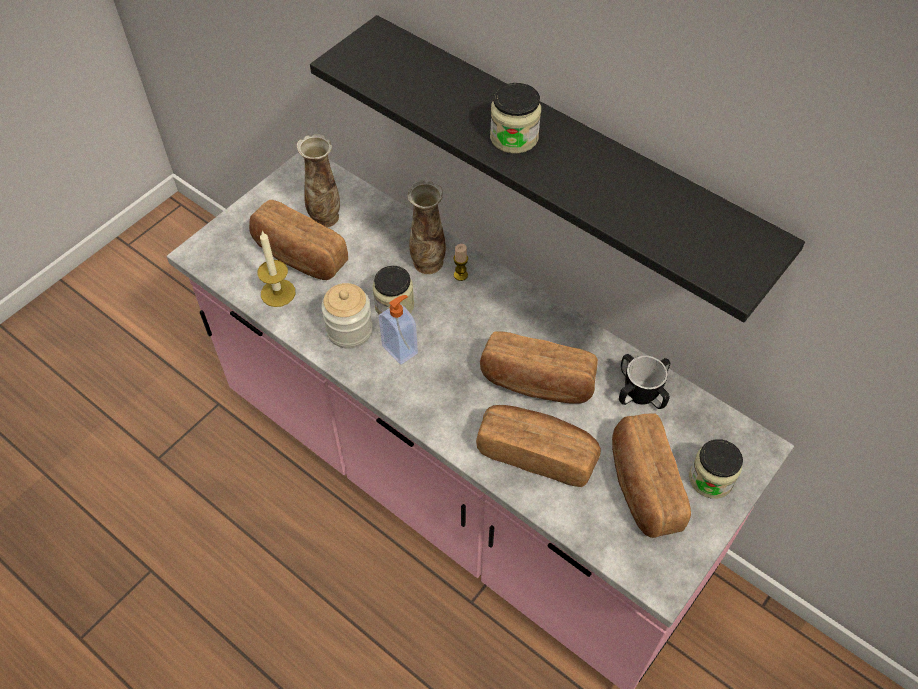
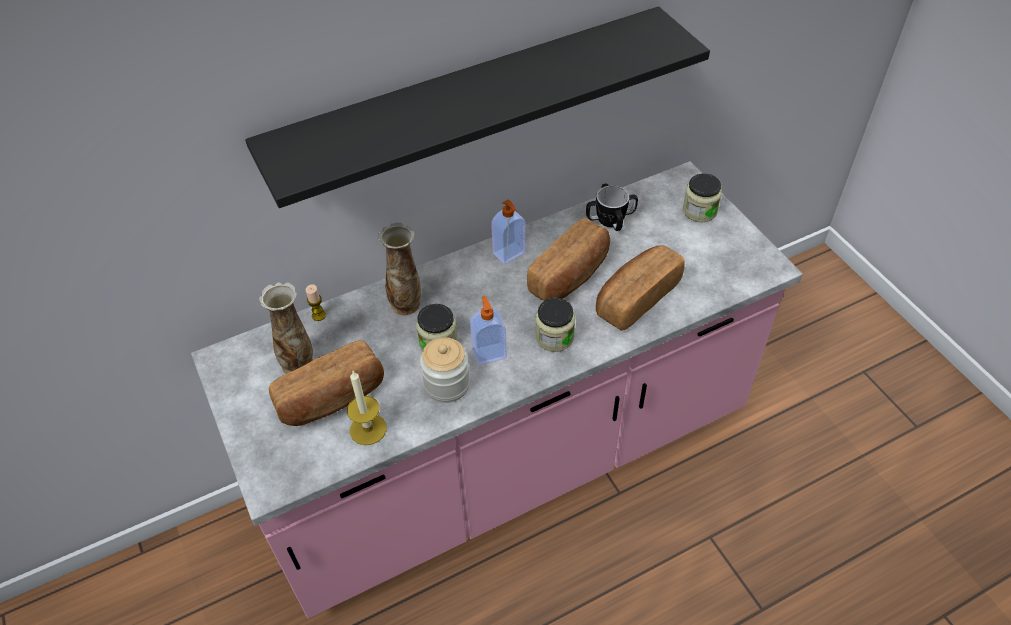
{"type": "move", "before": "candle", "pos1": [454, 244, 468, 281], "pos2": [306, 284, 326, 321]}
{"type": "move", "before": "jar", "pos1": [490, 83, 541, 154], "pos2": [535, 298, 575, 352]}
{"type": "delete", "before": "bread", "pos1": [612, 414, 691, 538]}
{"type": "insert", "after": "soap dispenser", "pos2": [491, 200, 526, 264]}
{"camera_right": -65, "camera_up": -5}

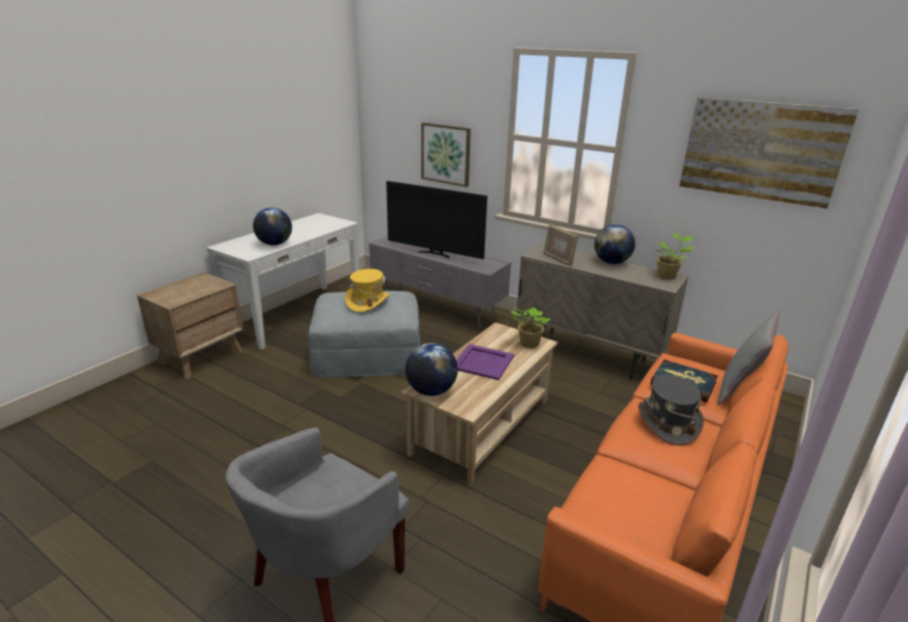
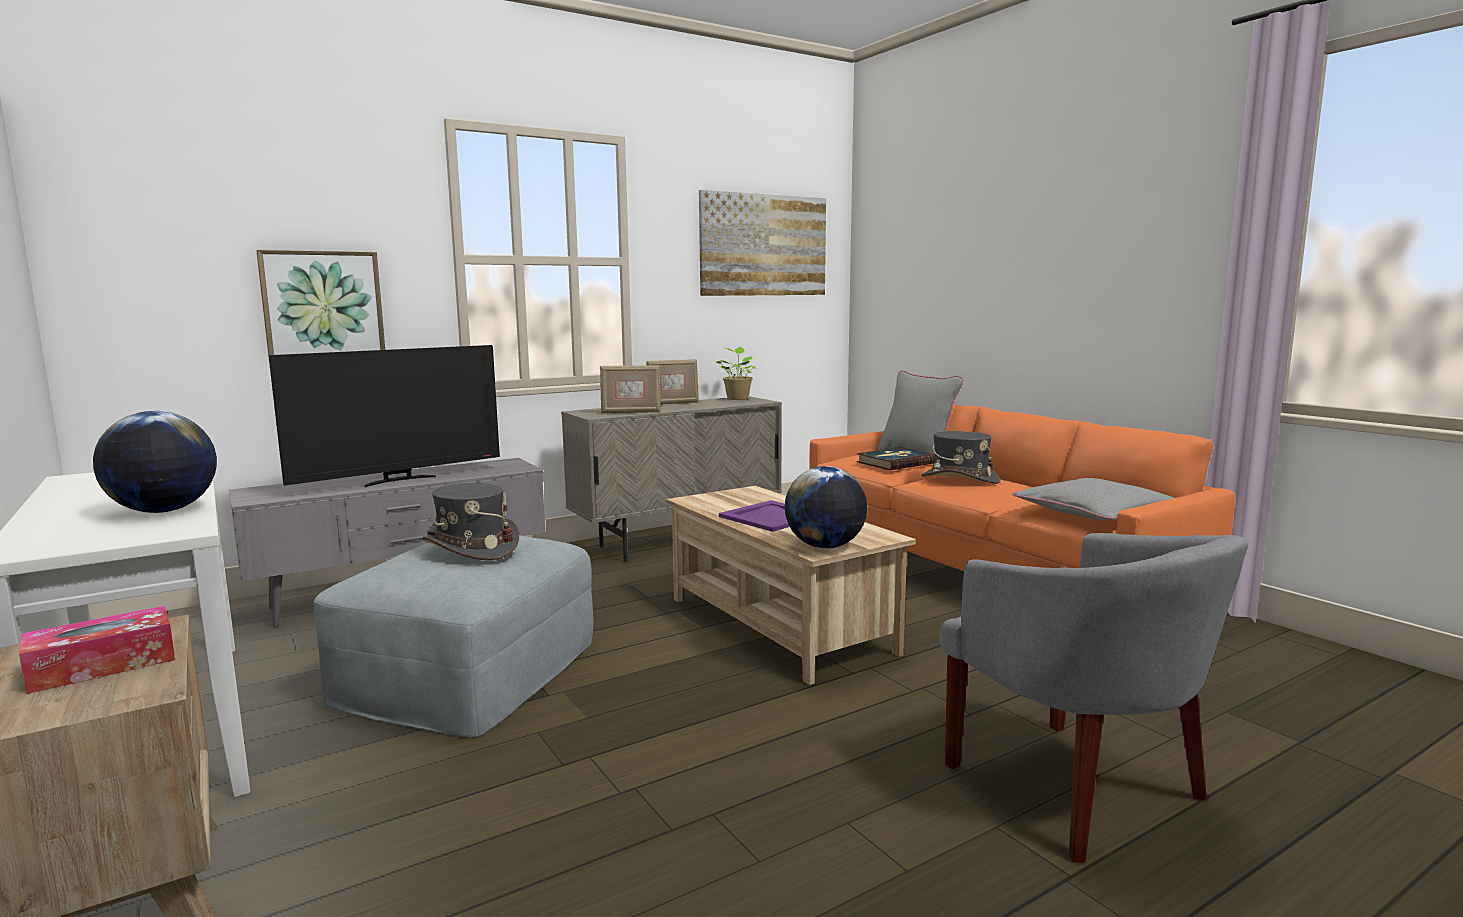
{"type": "recolor", "before": "yellow hat", "after": "grey hat", "pos1": [345, 269, 390, 312], "pos2": [422, 483, 519, 560]}
{"type": "delete", "before": "potted plant", "pos1": [510, 307, 550, 348]}
{"type": "replace", "before": "globe", "after": "picture frame", "pos1": [594, 224, 635, 264], "pos2": [646, 359, 699, 405]}
{"type": "insert", "after": "tissue box", "pos2": [19, 606, 175, 694]}
{"type": "insert", "after": "grey pillow", "pos2": [1012, 478, 1174, 520]}
{"camera_right": -65, "camera_up": -15}

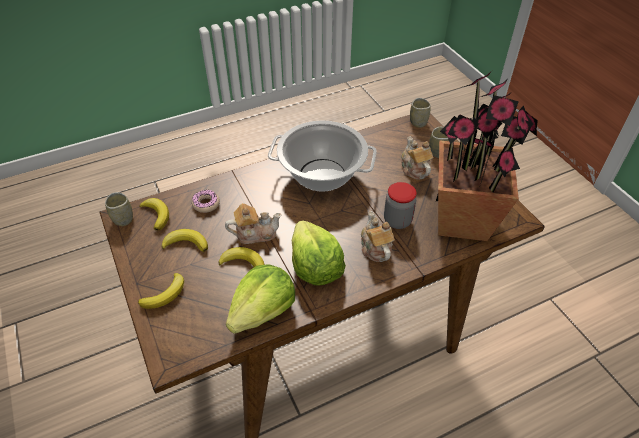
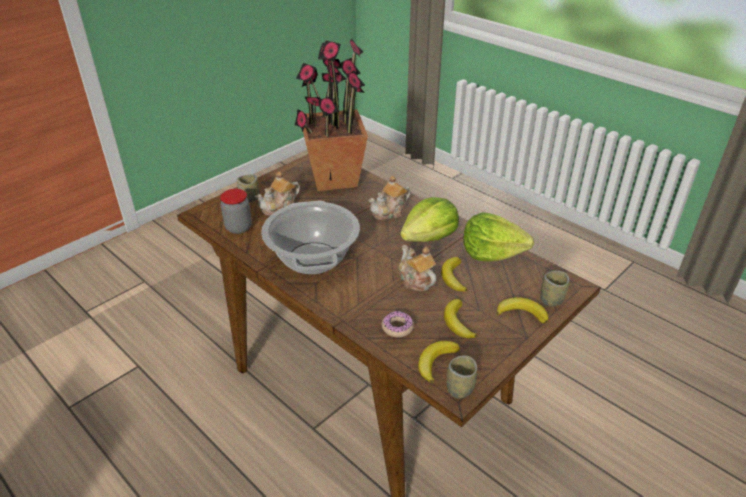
{"type": "move", "before": "jar", "pos1": [384, 182, 417, 229], "pos2": [220, 189, 252, 234]}
{"type": "move", "before": "cup", "pos1": [410, 98, 431, 128], "pos2": [540, 271, 569, 306]}
{"camera_right": -110, "camera_up": -10}

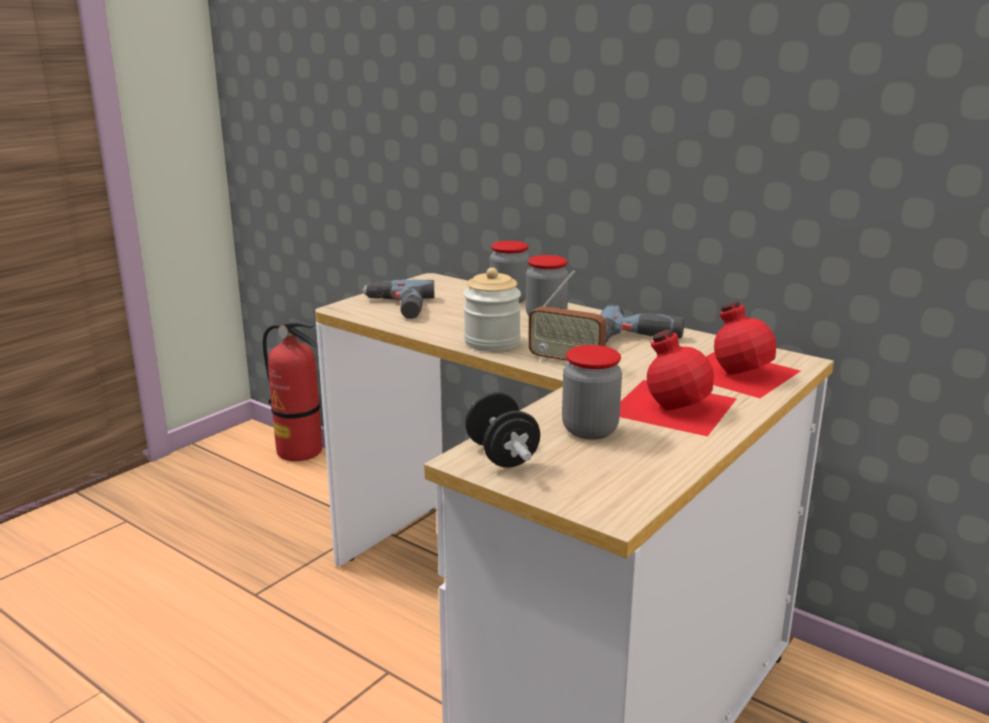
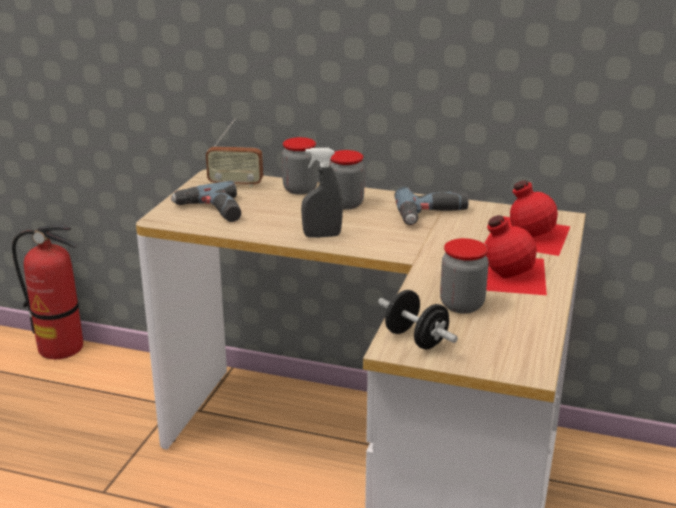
{"type": "replace", "before": "jar", "after": "grey spray bottle", "pos1": [463, 267, 521, 351], "pos2": [301, 148, 343, 238]}
{"type": "move", "before": "radio", "pos1": [528, 270, 607, 362], "pos2": [206, 119, 263, 188]}
{"camera_right": -20, "camera_up": 5}

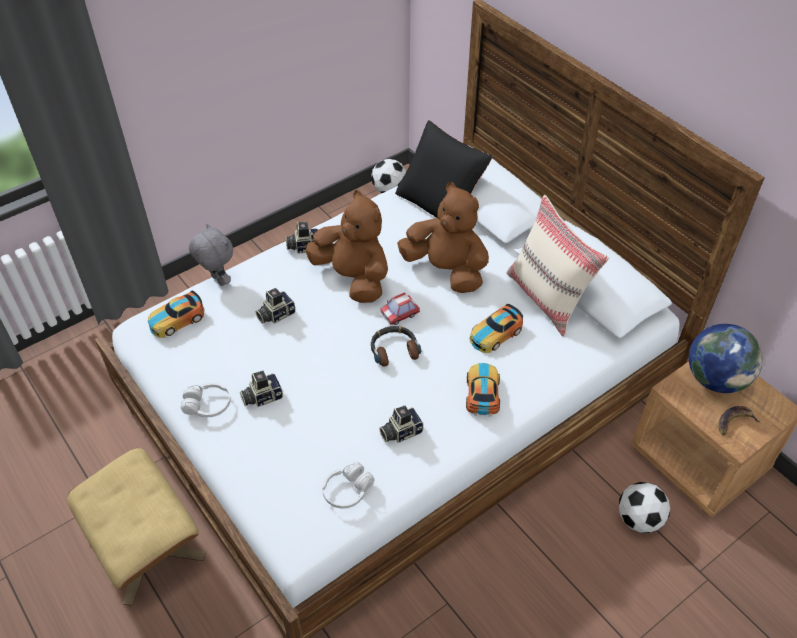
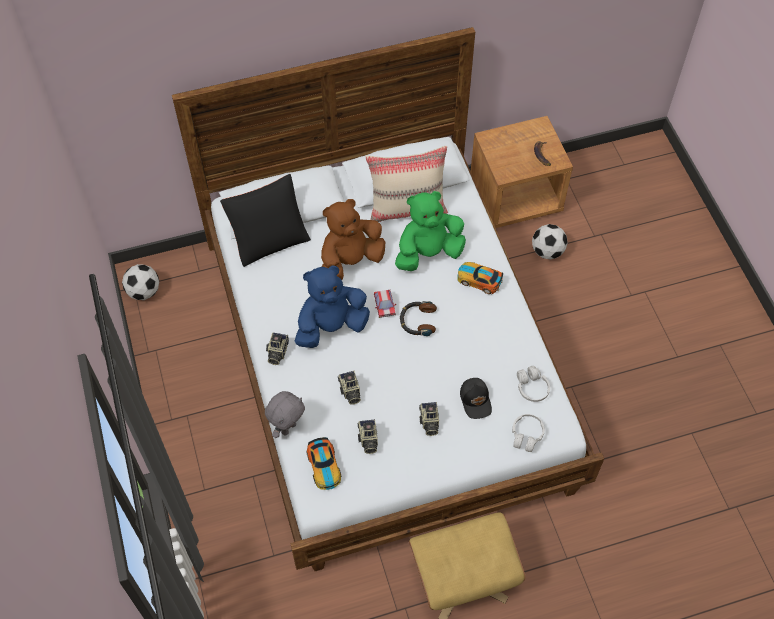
{"type": "move", "before": "white headphones", "pos1": [181, 383, 231, 417], "pos2": [512, 414, 545, 452]}
{"type": "rotate", "before": "grey plush toy", "pos1": [189, 224, 233, 286], "pos2": [265, 391, 305, 438], "turn": 150}
{"type": "recolor", "before": "brown plush toy", "after": "blue plush toy", "pos1": [305, 190, 388, 303], "pos2": [295, 265, 370, 348]}
{"type": "move", "before": "photo camera", "pos1": [379, 406, 424, 443], "pos2": [358, 419, 378, 454]}
{"type": "replace", "before": "toy car", "after": "green plush toy", "pos1": [469, 304, 523, 353], "pos2": [395, 191, 466, 271]}
{"type": "delete", "before": "globe", "pos1": [689, 324, 763, 393]}
{"type": "insert", "after": "black cap", "pos2": [460, 378, 492, 419]}
{"camera_right": -70, "camera_up": 10}

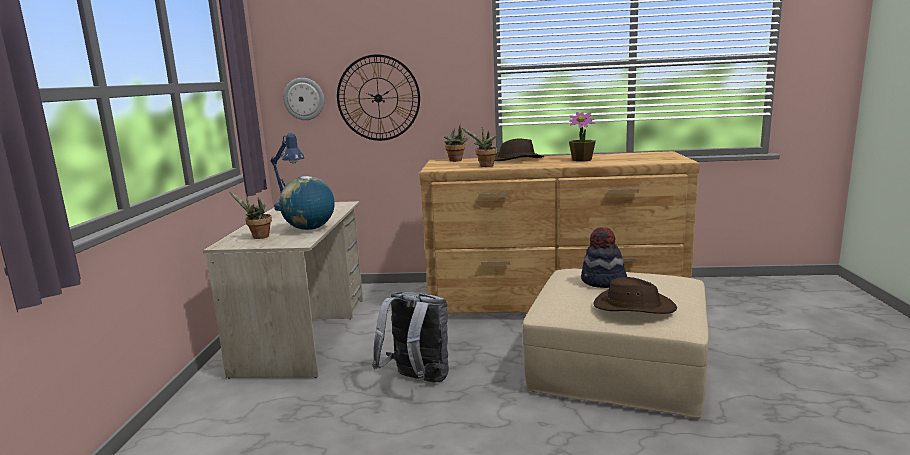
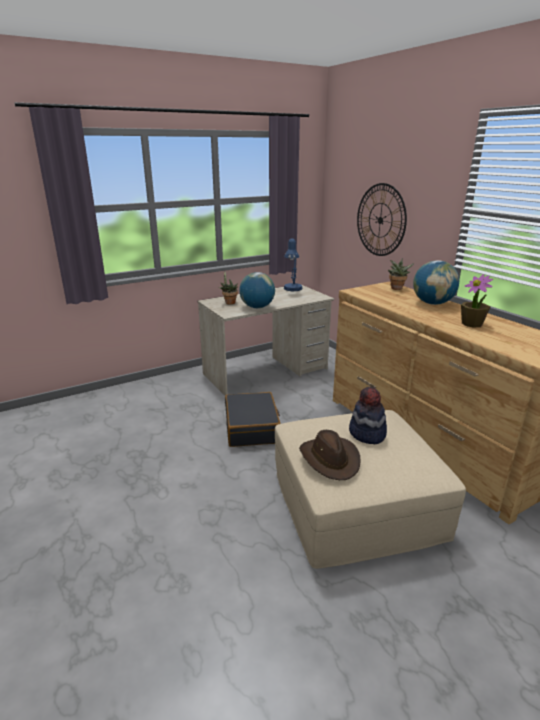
{"type": "delete", "before": "wall clock", "pos1": [283, 78, 324, 120]}
{"type": "replace", "before": "grey backpack", "after": "black suitcase", "pos1": [372, 292, 449, 383], "pos2": [225, 392, 281, 447]}
{"type": "delete", "before": "potted plant", "pos1": [462, 127, 498, 167]}
{"type": "replace", "before": "brown hat", "after": "globe", "pos1": [495, 139, 544, 161], "pos2": [413, 260, 459, 305]}
{"camera_right": 55, "camera_up": 10}

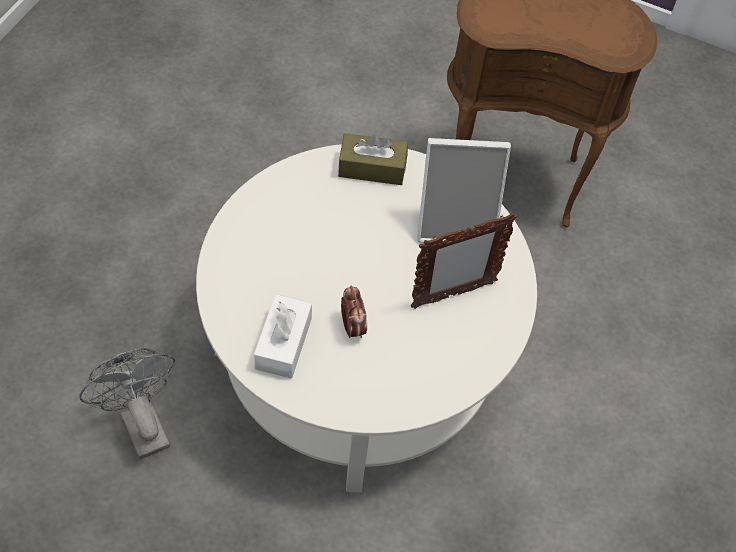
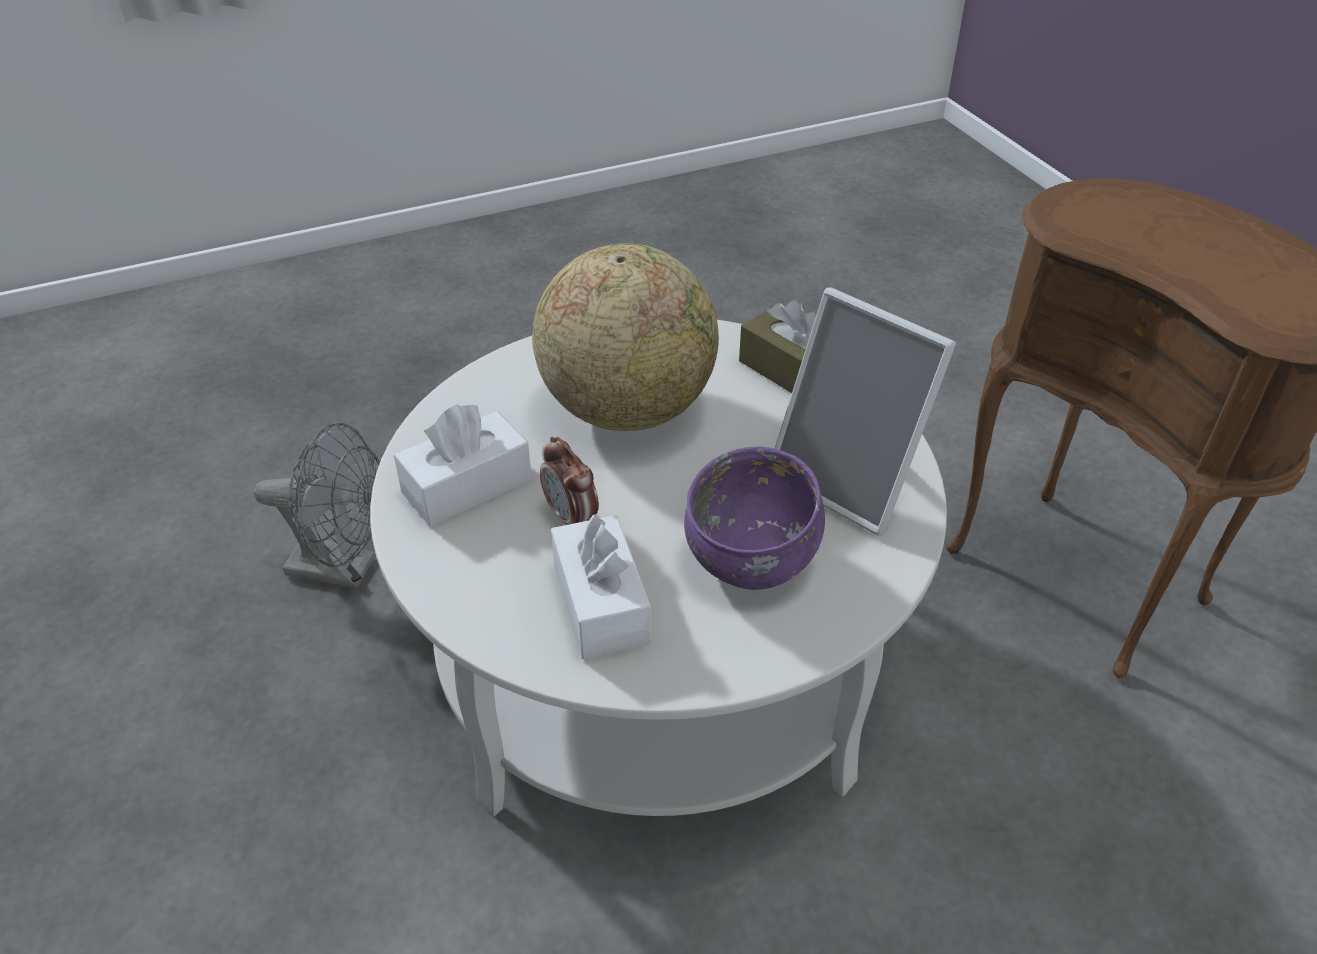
{"type": "rotate", "before": "grey fan", "pos1": [80, 348, 175, 459], "pos2": [254, 423, 380, 589], "turn": 90}
{"type": "rotate", "before": "alarm clock", "pos1": [341, 285, 367, 338], "pos2": [540, 436, 599, 525], "turn": 120}
{"type": "replace", "before": "picture frame", "after": "purple bowl", "pos1": [410, 213, 517, 309], "pos2": [684, 446, 825, 590]}
{"type": "insert", "after": "globe", "pos2": [532, 243, 719, 431]}
{"type": "insert", "after": "white tissue box", "pos2": [551, 513, 651, 659]}
{"camera_right": 45, "camera_up": -15}

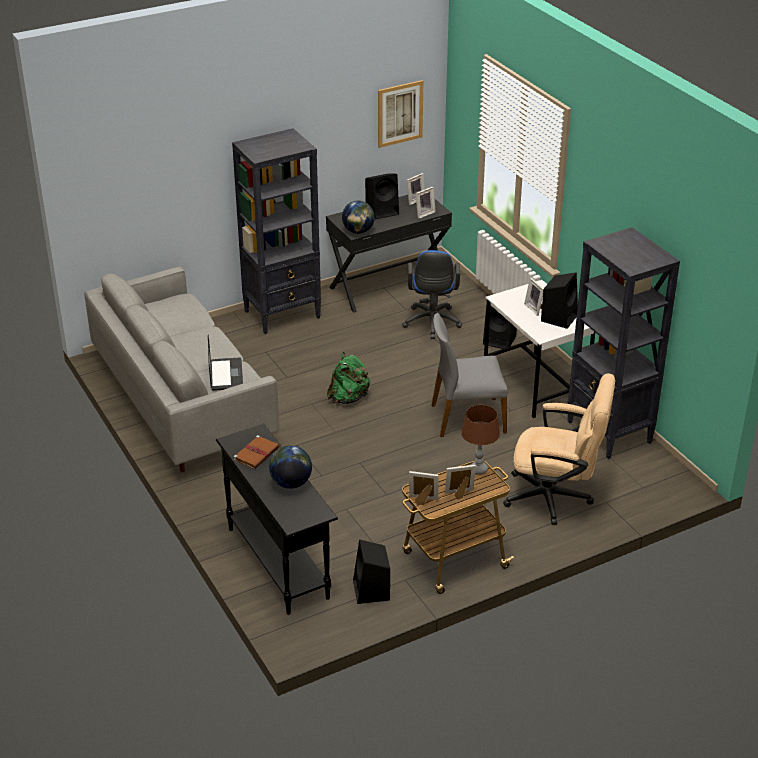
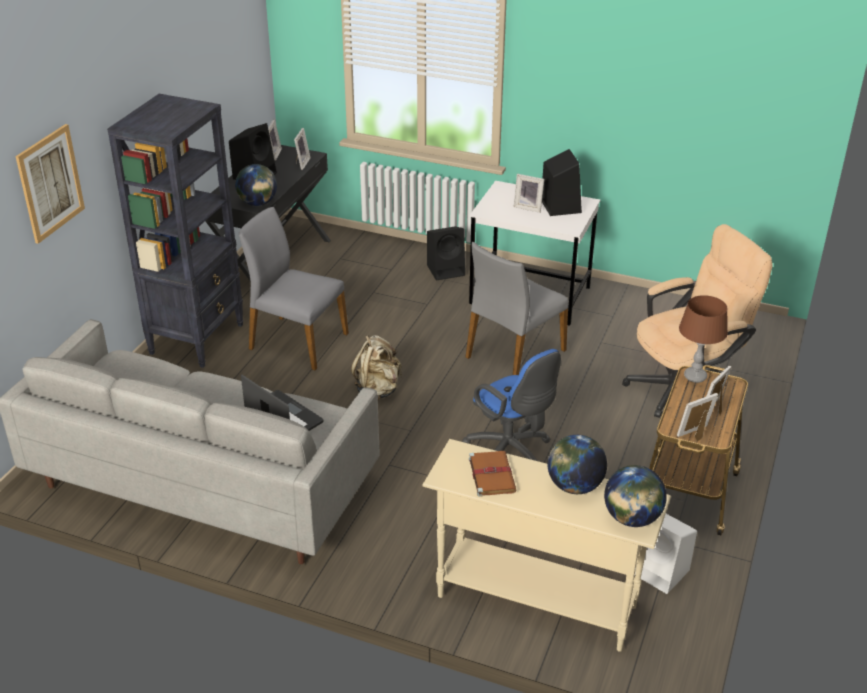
{"type": "recolor", "before": "black console table", "after": "beige console table", "pos1": [216, 424, 338, 615], "pos2": [422, 439, 671, 652]}
{"type": "recolor", "before": "green backpack", "after": "beige backpack", "pos1": [327, 352, 370, 404], "pos2": [351, 335, 402, 400]}
{"type": "recolor", "before": "black speaker", "after": "white speaker", "pos1": [353, 539, 390, 604], "pos2": [635, 514, 697, 594]}
{"type": "move", "before": "picture", "pos1": [378, 80, 424, 148], "pos2": [15, 124, 85, 244]}
{"type": "move", "before": "blue office chair", "pos1": [402, 250, 462, 339], "pos2": [462, 349, 561, 461]}
{"type": "delete", "before": "black bookcase", "pos1": [567, 227, 680, 459]}
{"type": "insert", "after": "grey chair", "pos2": [239, 207, 349, 370]}
{"type": "insert", "after": "globe", "pos2": [604, 465, 667, 527]}
{"camera_right": -40, "camera_up": 0}

